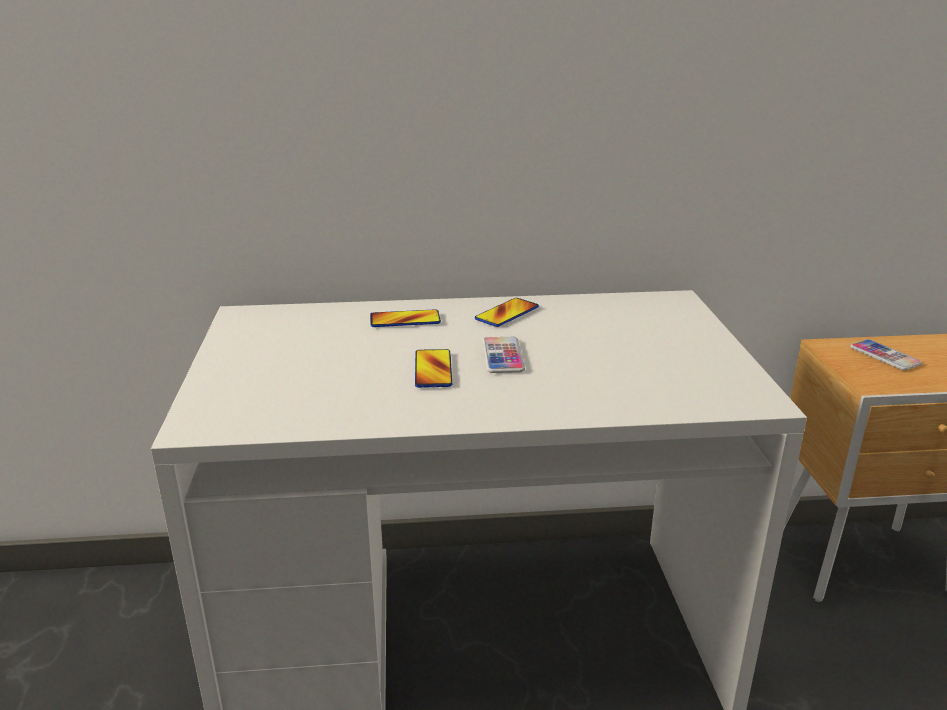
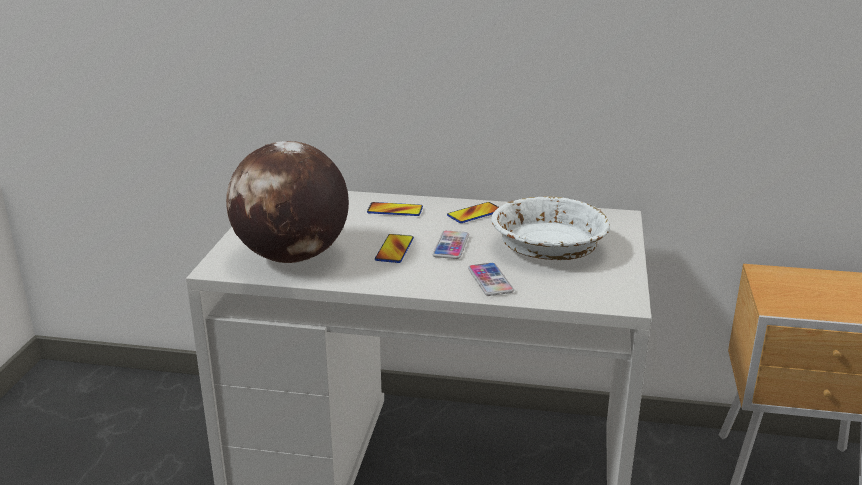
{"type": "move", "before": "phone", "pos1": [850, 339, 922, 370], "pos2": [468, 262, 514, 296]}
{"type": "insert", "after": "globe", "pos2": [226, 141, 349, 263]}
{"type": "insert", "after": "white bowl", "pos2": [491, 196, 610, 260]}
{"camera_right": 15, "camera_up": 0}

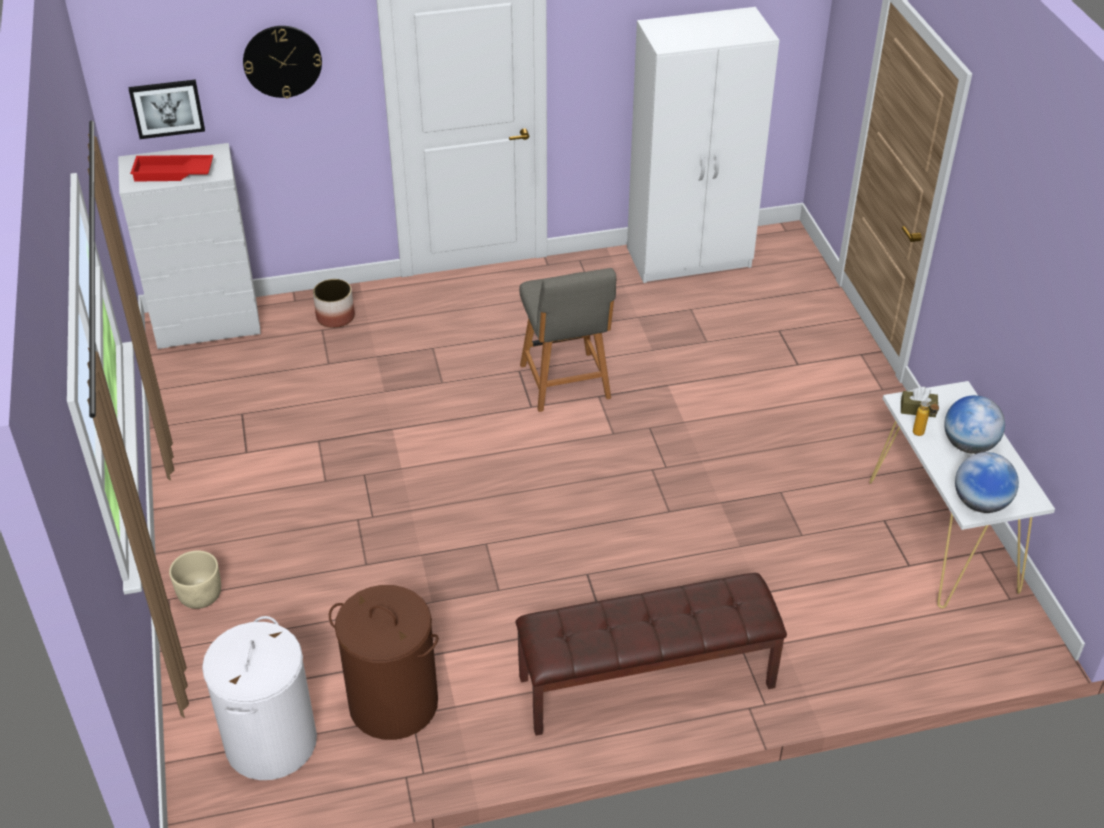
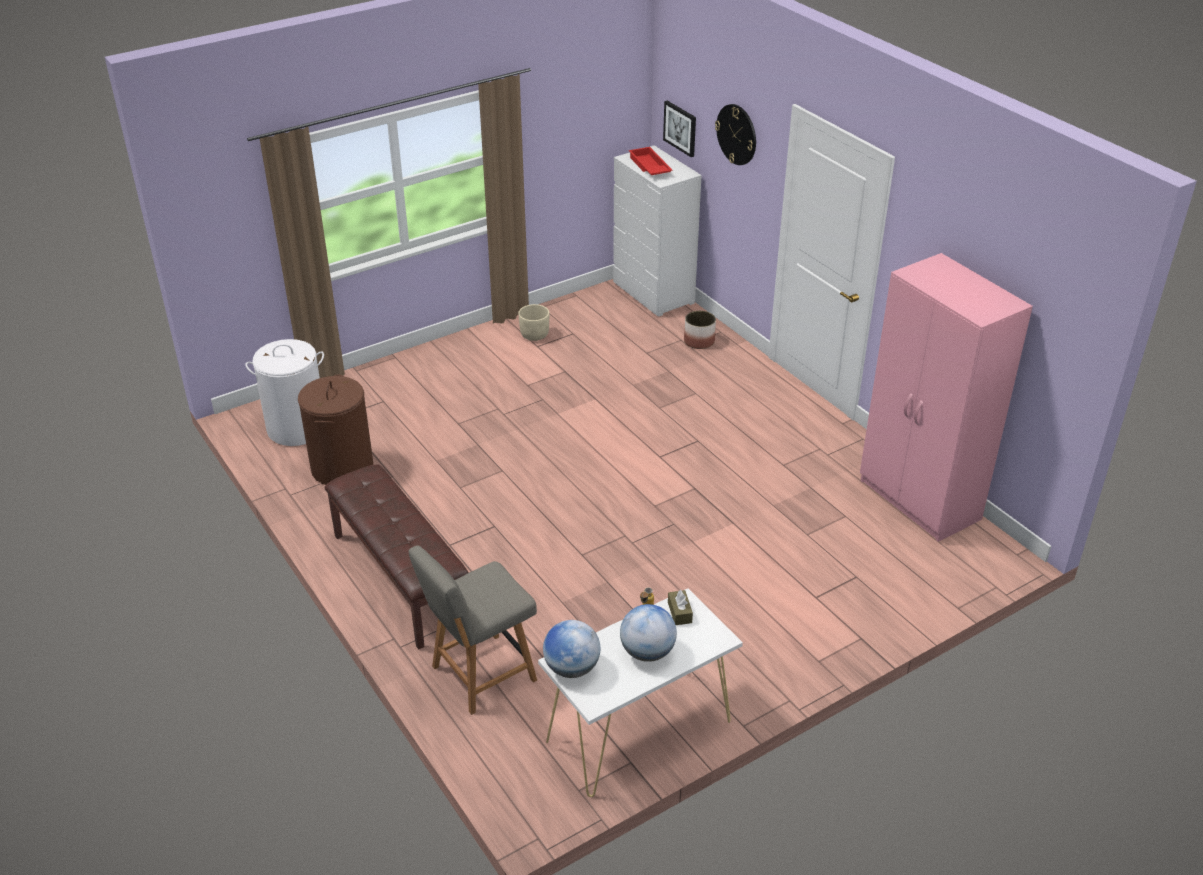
{"type": "move", "before": "beige planter", "pos1": [169, 551, 221, 609], "pos2": [518, 304, 549, 341]}
{"type": "move", "before": "grey chair", "pos1": [519, 268, 616, 412], "pos2": [409, 546, 537, 715]}
{"type": "recolor", "before": "white wardrobe", "after": "pink wardrobe", "pos1": [627, 7, 780, 283], "pos2": [860, 253, 1033, 542]}
{"camera_right": 70, "camera_up": -5}

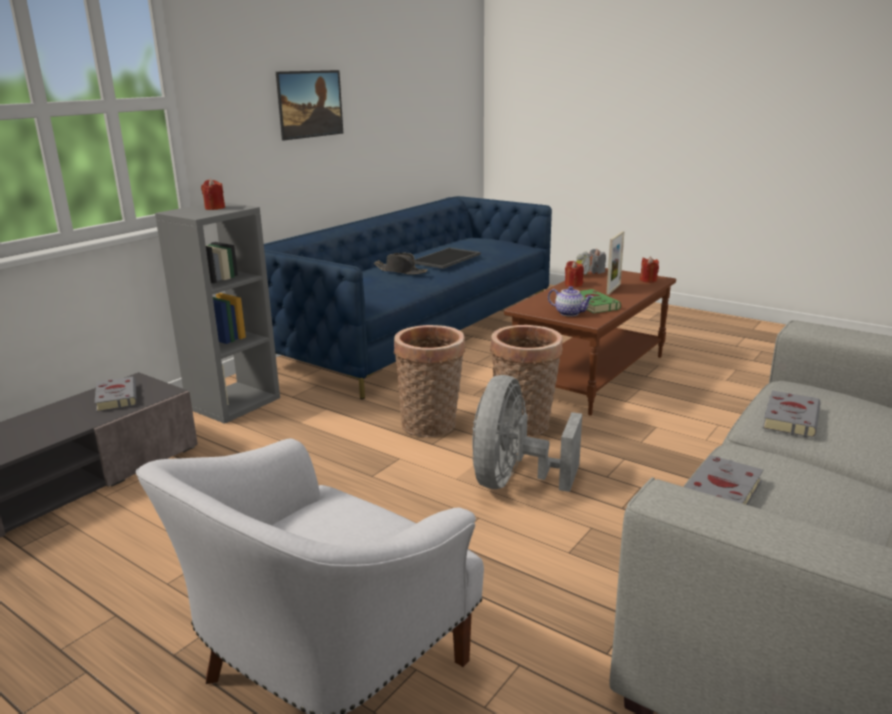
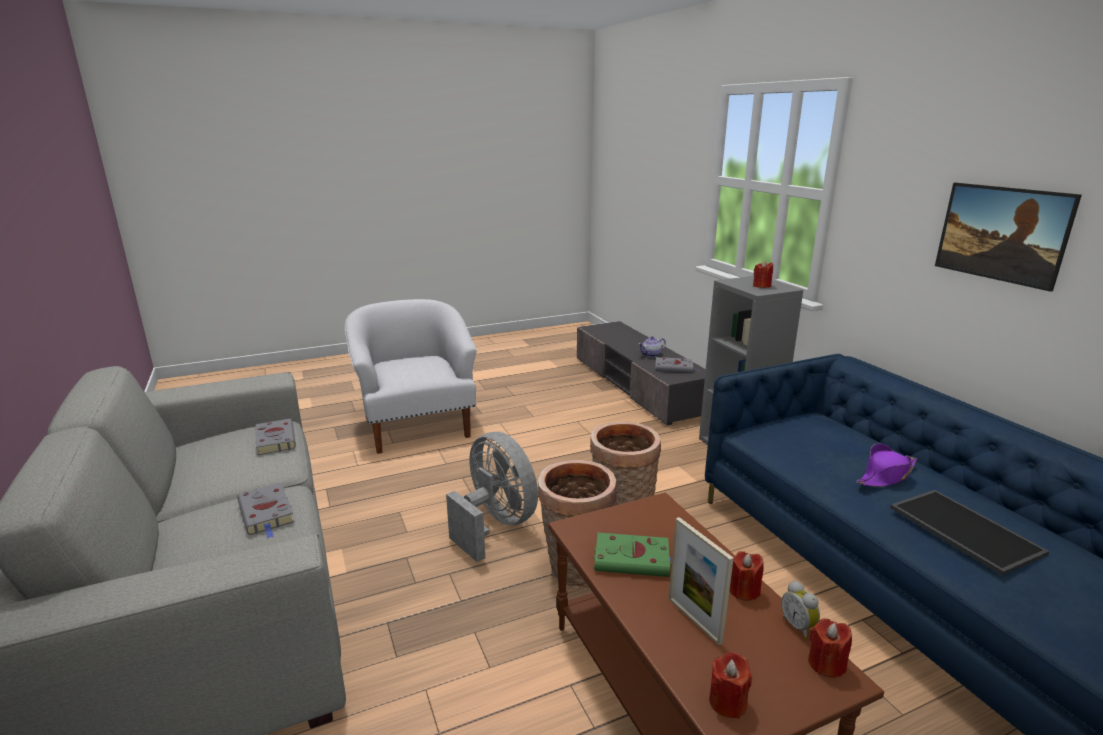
{"type": "recolor", "before": "black hat", "after": "purple hat", "pos1": [374, 253, 428, 275], "pos2": [856, 444, 917, 487]}
{"type": "move", "before": "teapot", "pos1": [548, 286, 593, 317], "pos2": [638, 336, 666, 357]}
{"type": "recolor", "before": "grey candle", "after": "red candle", "pos1": [588, 249, 606, 274], "pos2": [808, 618, 852, 678]}
{"camera_right": 120, "camera_up": 0}

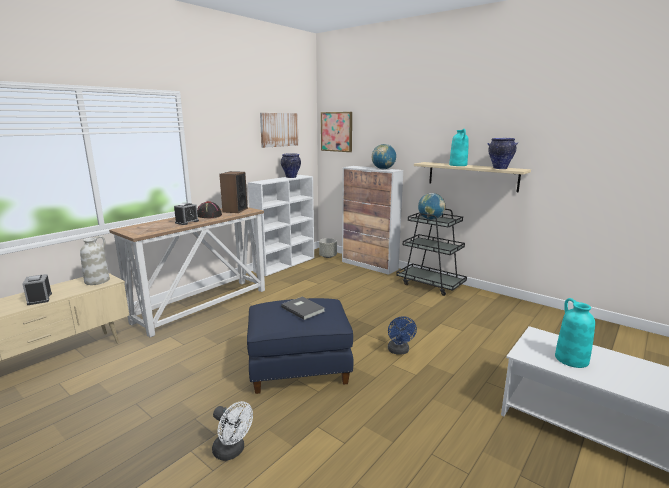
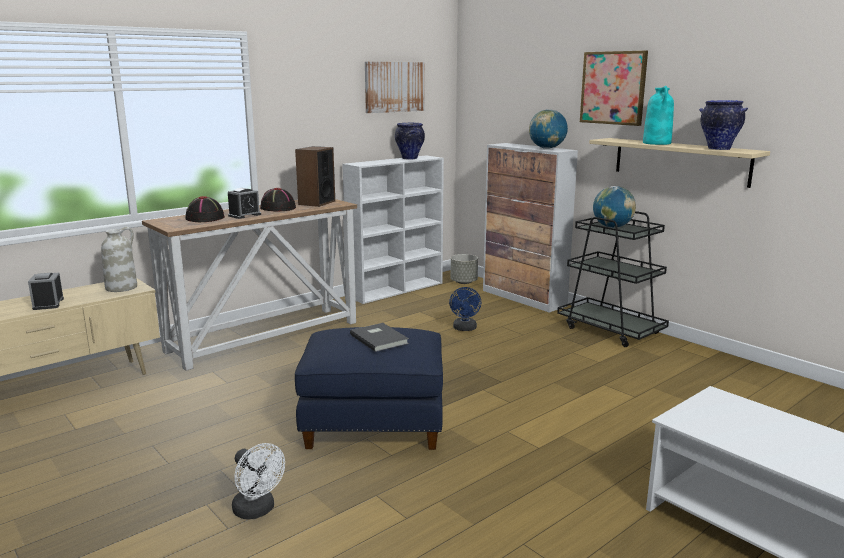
{"type": "move", "before": "picture", "pos1": [321, 112, 352, 152], "pos2": [580, 51, 648, 126]}
{"type": "move", "before": "blue fan", "pos1": [388, 316, 417, 355], "pos2": [449, 287, 481, 331]}
{"type": "delete", "before": "turquoise vase", "pos1": [555, 298, 595, 368]}
{"type": "insert", "after": "black hat", "pos2": [185, 196, 225, 222]}
{"camera_right": 10, "camera_up": 0}

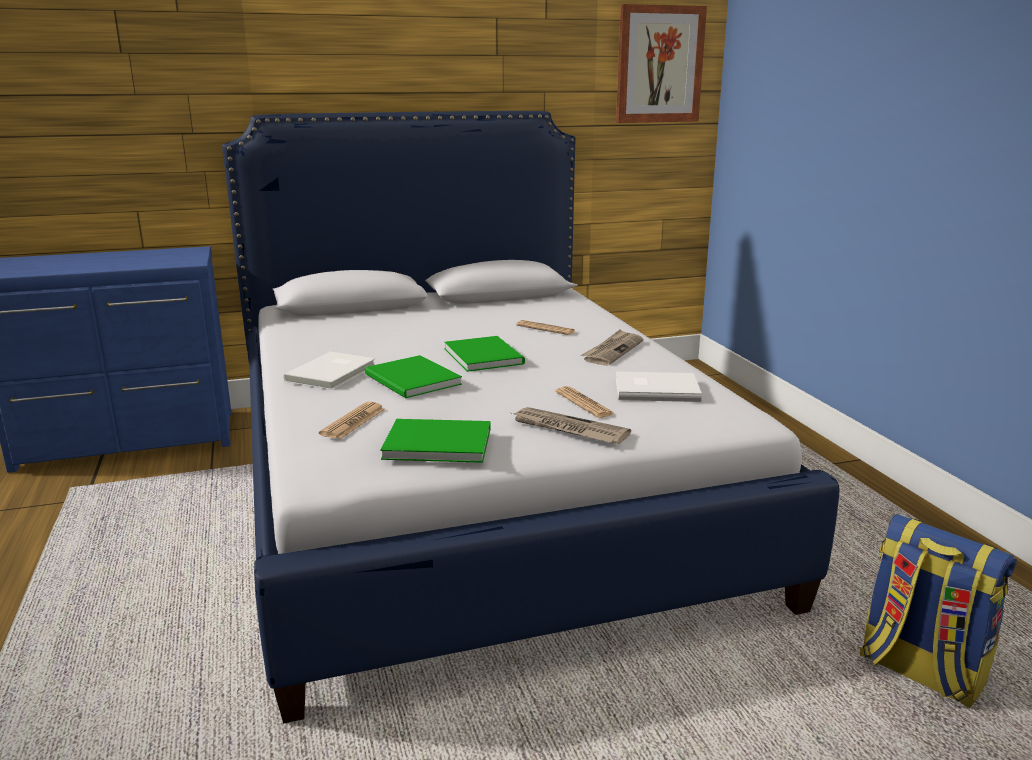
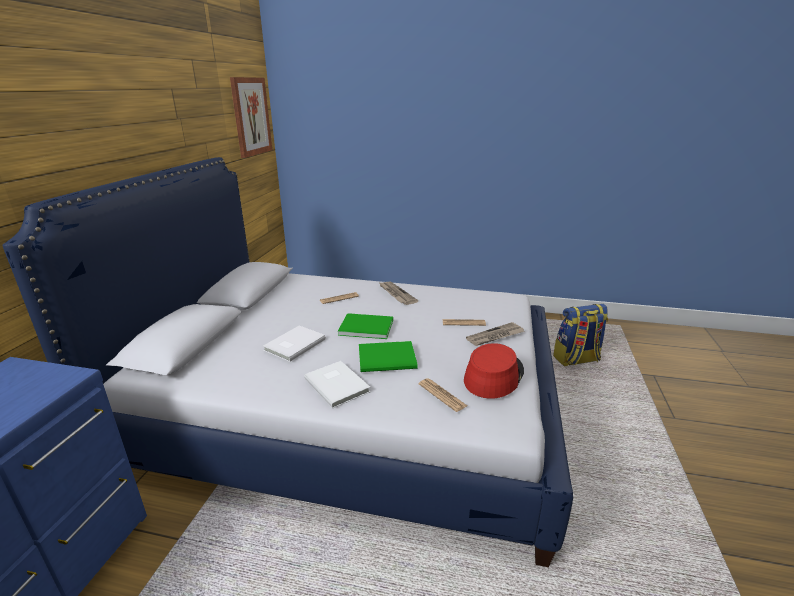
{"type": "replace", "before": "green book", "after": "red hat", "pos1": [380, 419, 491, 463], "pos2": [464, 343, 524, 399]}
{"type": "move", "before": "white book", "pos1": [616, 371, 702, 402], "pos2": [263, 326, 326, 362]}
{"camera_right": -60, "camera_up": 5}

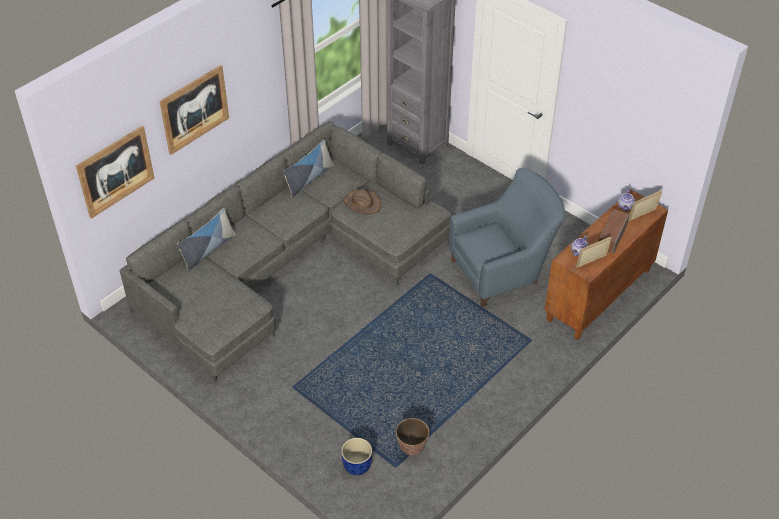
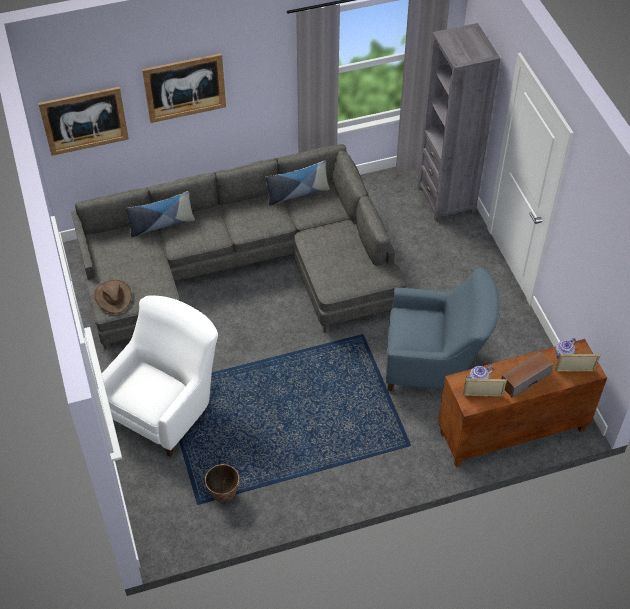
{"type": "delete", "before": "blue planter", "pos1": [341, 438, 372, 475]}
{"type": "move", "before": "brown hat", "pos1": [344, 189, 381, 215], "pos2": [94, 280, 132, 314]}
{"type": "insert", "after": "white armchair", "pos2": [102, 295, 218, 457]}
{"camera_right": 30, "camera_up": 5}

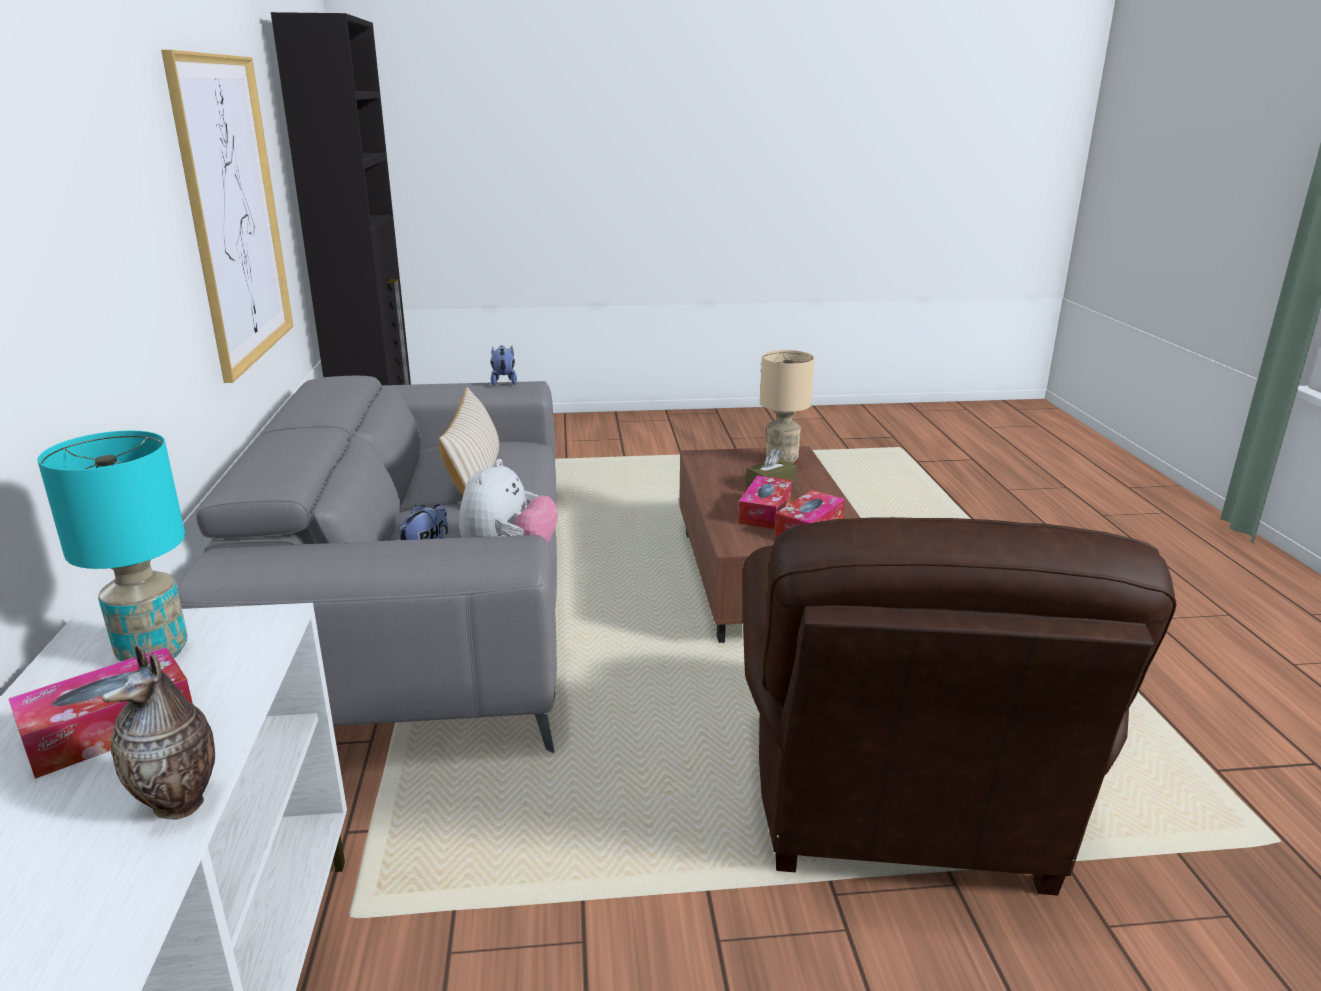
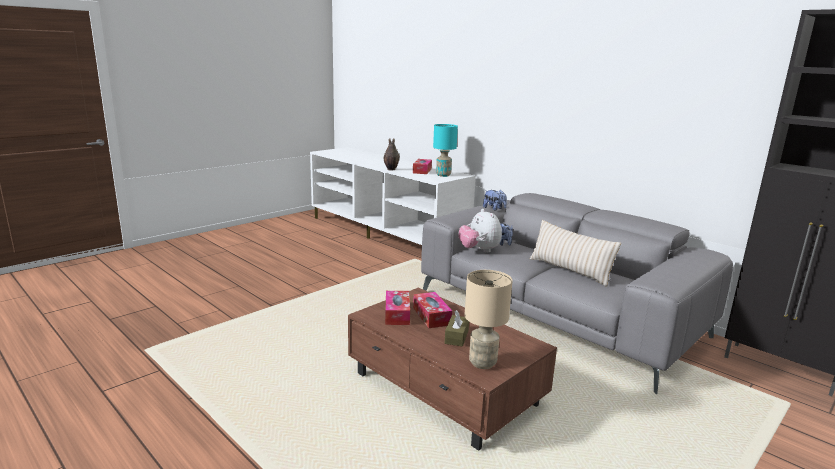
{"type": "delete", "before": "picture", "pos1": [161, 50, 294, 383]}
{"type": "move", "before": "plush toy", "pos1": [490, 346, 517, 386], "pos2": [483, 190, 507, 211]}
{"type": "delete", "before": "brown armchair", "pos1": [743, 517, 1177, 896]}
{"camera_right": 140, "camera_up": -5}

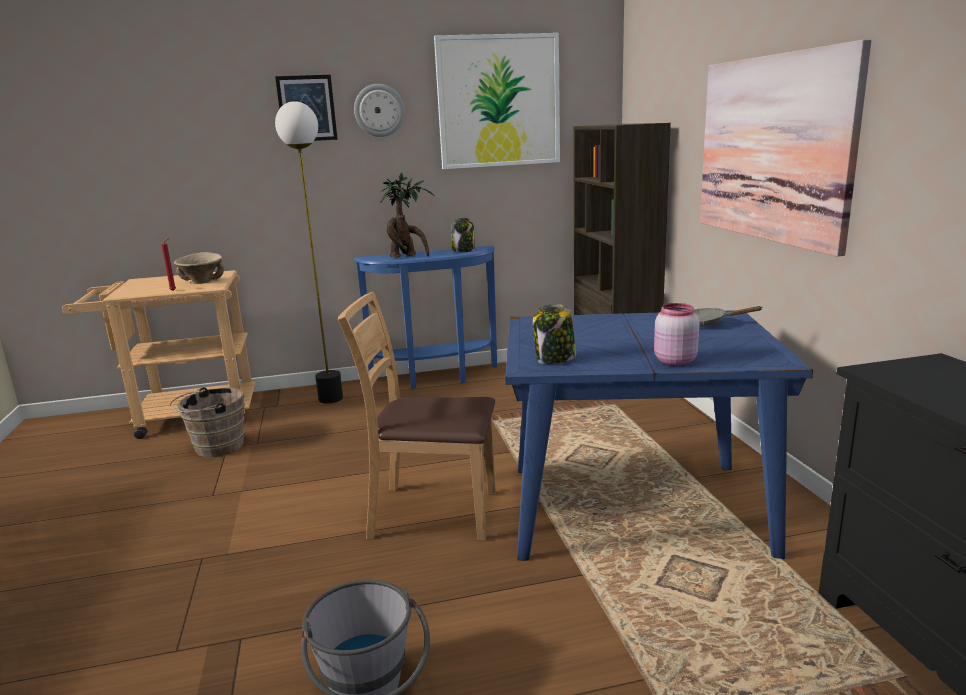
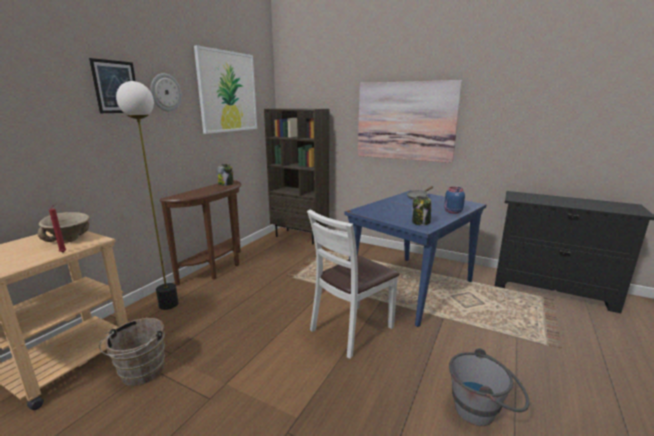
{"type": "recolor", "before": "brown chair", "after": "white chair", "pos1": [338, 292, 496, 541], "pos2": [307, 209, 400, 359]}
{"type": "recolor", "before": "blue console table", "after": "brown console table", "pos1": [354, 245, 497, 389], "pos2": [160, 180, 242, 286]}
{"type": "delete", "before": "potted plant", "pos1": [380, 172, 434, 258]}
{"type": "recolor", "before": "pink jar", "after": "blue jar", "pos1": [654, 303, 699, 366], "pos2": [444, 187, 465, 214]}
{"camera_right": -50, "camera_up": 0}

